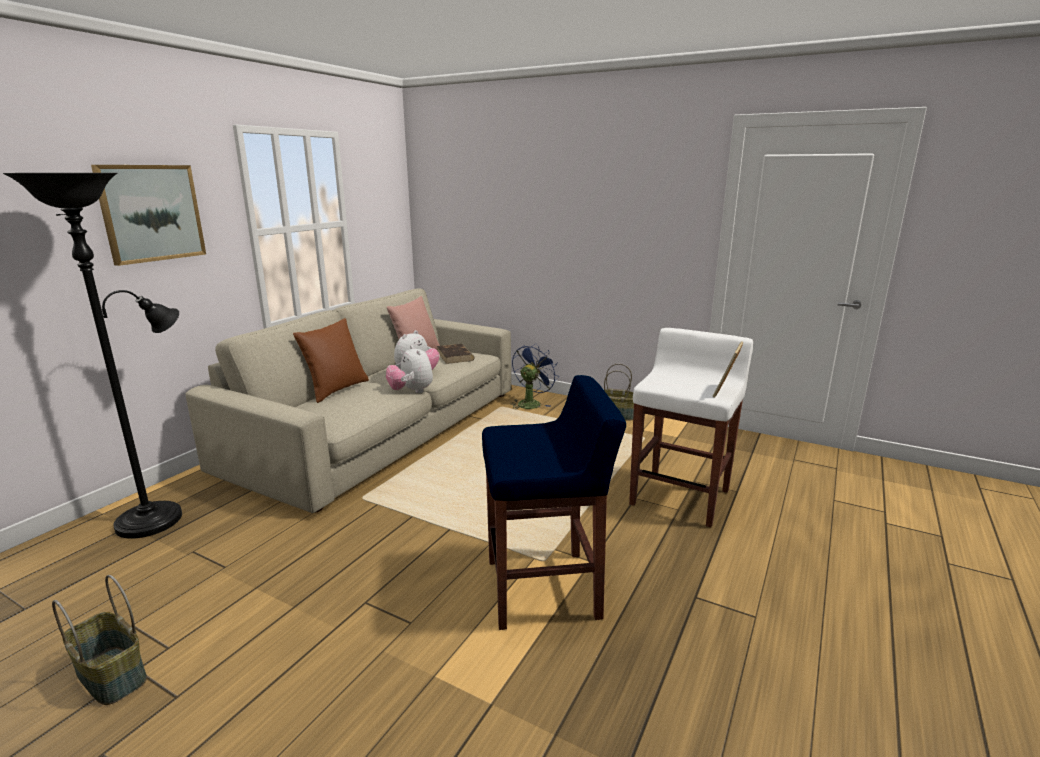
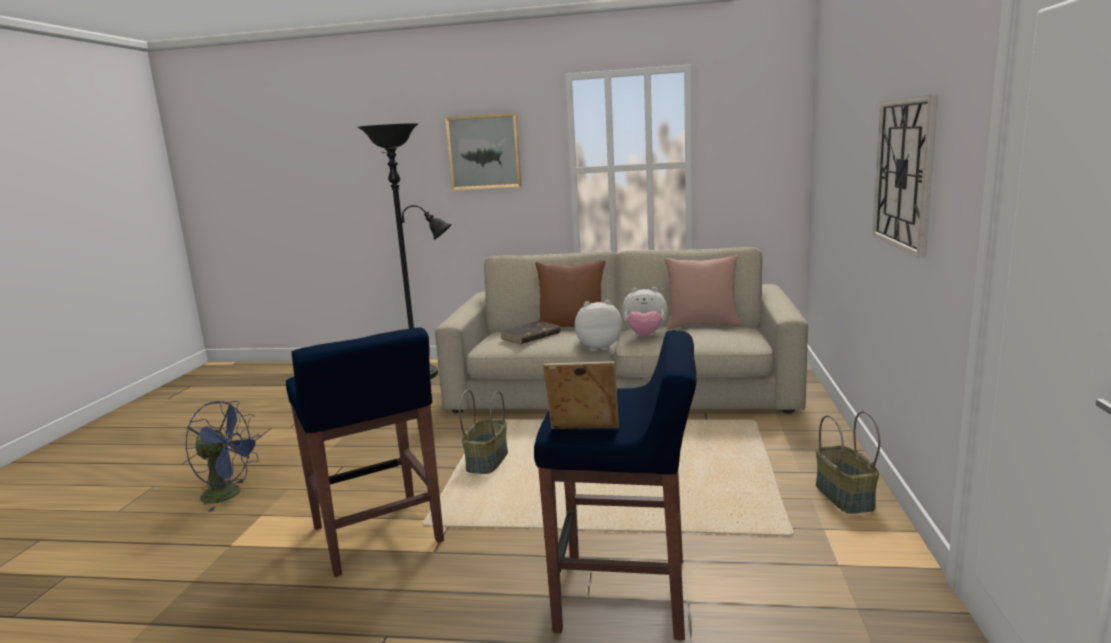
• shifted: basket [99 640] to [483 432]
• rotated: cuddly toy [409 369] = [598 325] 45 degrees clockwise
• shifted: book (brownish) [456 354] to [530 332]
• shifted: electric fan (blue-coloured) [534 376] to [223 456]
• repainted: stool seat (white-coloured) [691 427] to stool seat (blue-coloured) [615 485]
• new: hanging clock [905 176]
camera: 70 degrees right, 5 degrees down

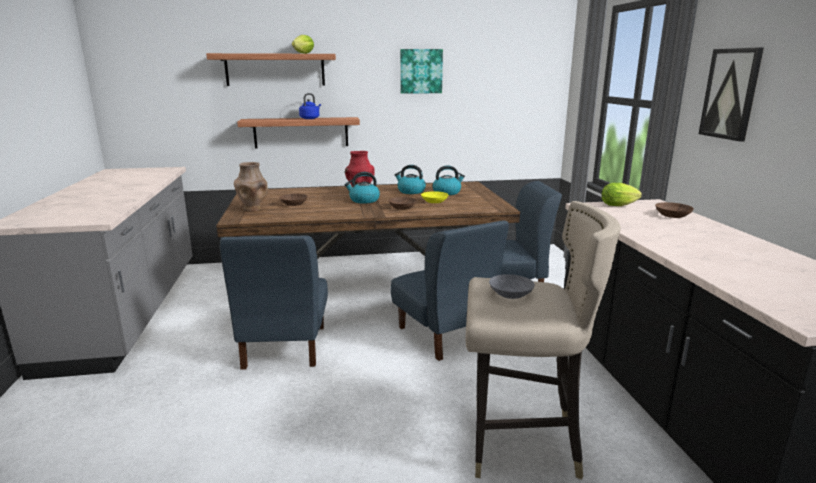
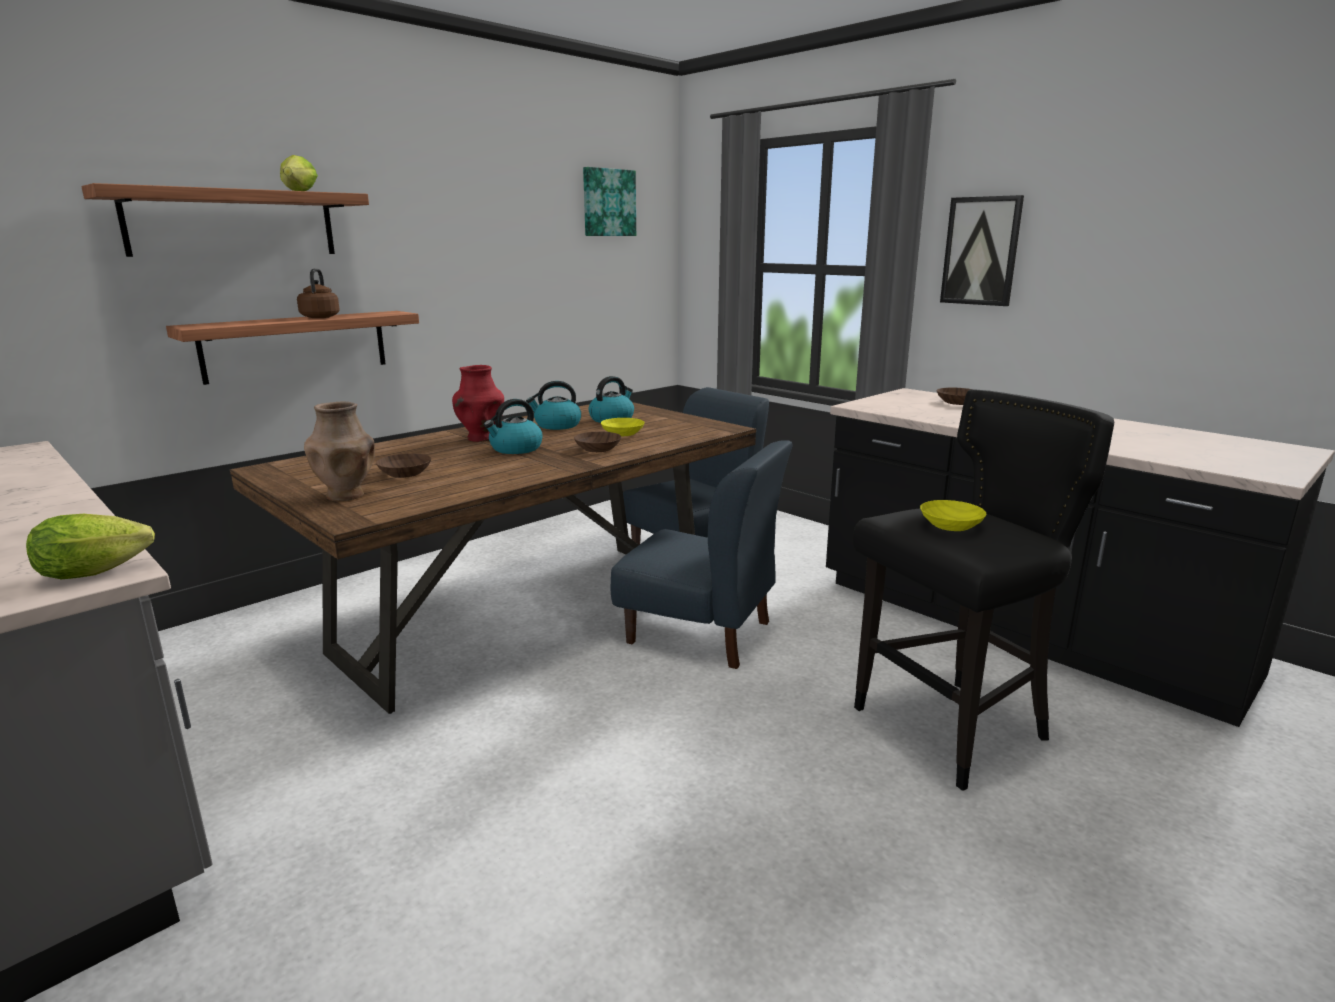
• gone: chair (blue-coloured) [274 303]
• repainted: water kettle (blue-coloured) [310 106] to water kettle (brownish) [318 293]
• shifted: wall picture [421 71] to [609 201]
• repainted: stool seat (sand-coloured) [543 340] to stool seat (black) [983 590]
• repainted: bowl (gray) [512 286] to bowl (yellow-coloured) [953 515]
• shifted: head of lettuce [622 194] to [90 546]
camera: 35 degrees left, 0 degrees up

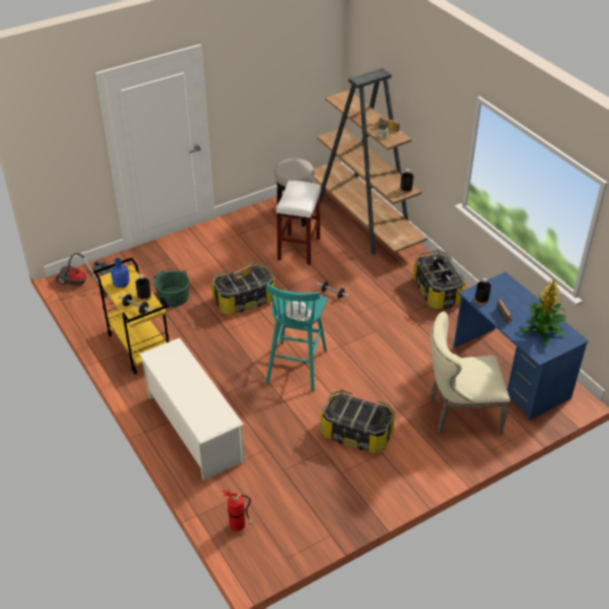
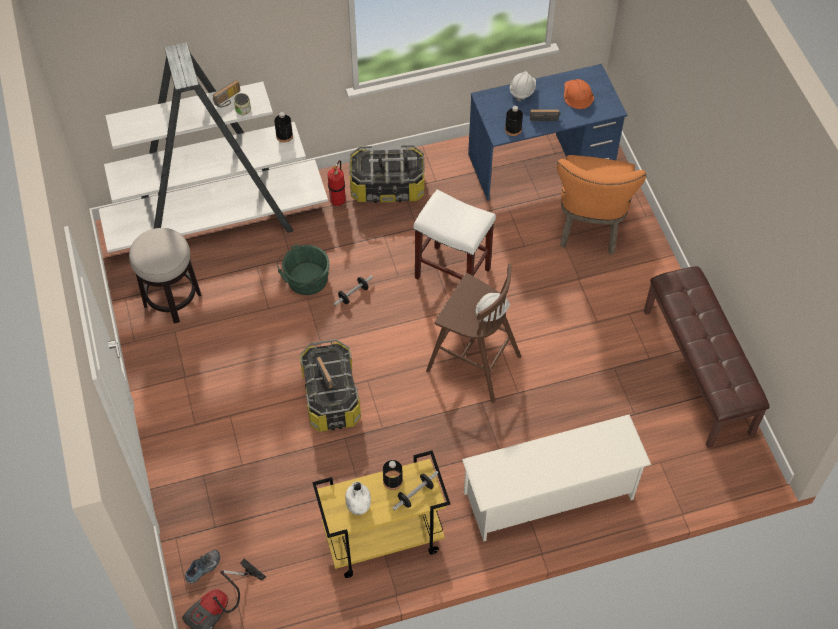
• repainted: beverage bottle (blue-coloured) [120 273] to beverage bottle (white-coloured) [358 498]
• shifted: water bucket (greenish) [170 288] to [303 269]
• shifted: fire-fighting cylinder [238 510] to [337 183]
• repainted: stool seat (blue-green) [297 338] to stool seat (brownish) [473 333]
• shifted: stool seat (white-coloured) [298 222] to [455 234]
• repainted: bookcase (brownish) [370 161] to bookcase (white-coloured) [213 147]
• gone: storage box [358 422]
• repainted: chair (sand-coloured) [470 373] to chair (orange) [601 205]
• swapped: plant in a pot [543 312] to safety helmet (orange) [579 94]
• new: safety helmet (white-coloured) [523 86]
• new: indoor bench (brownish) [707 357]
camera: 75 degrees left, 15 degrees up

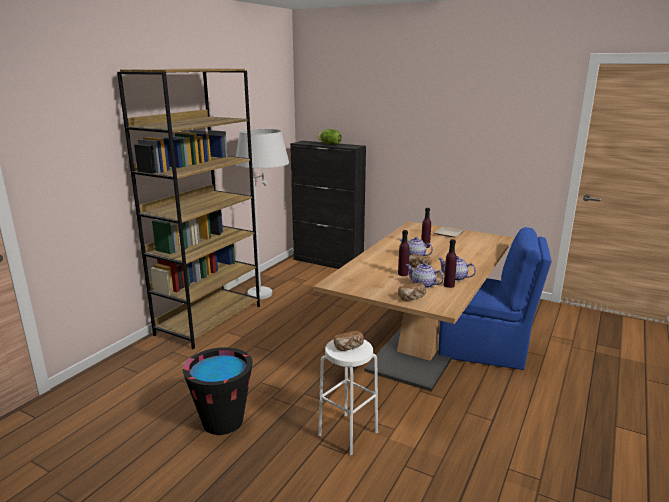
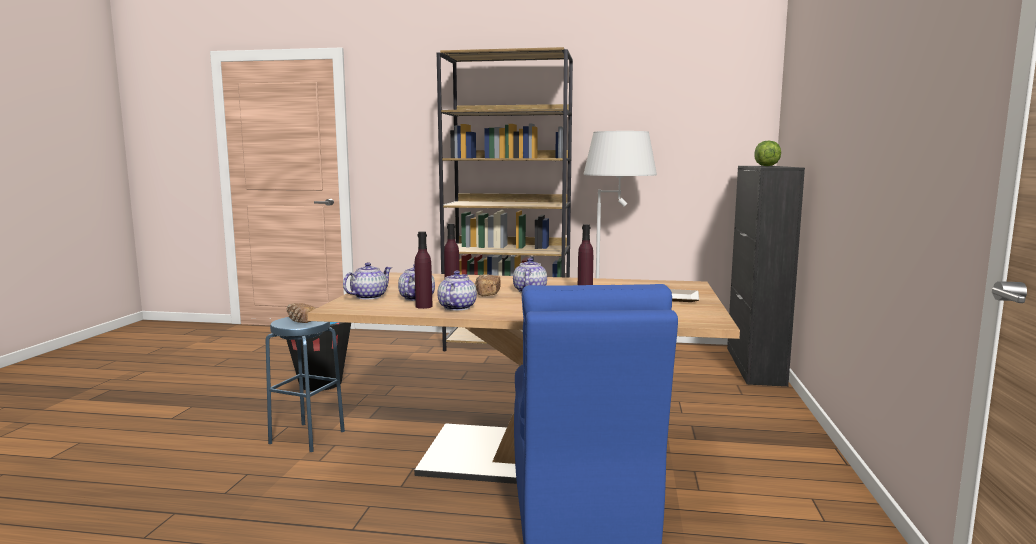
• repainted: stool seat (white-coloured) [348 397] to stool seat (blue-coloured) [305 384]
• swapped: baked bread [412 292] to pot for tea [367 281]
camera: 70 degrees right, 10 degrees down

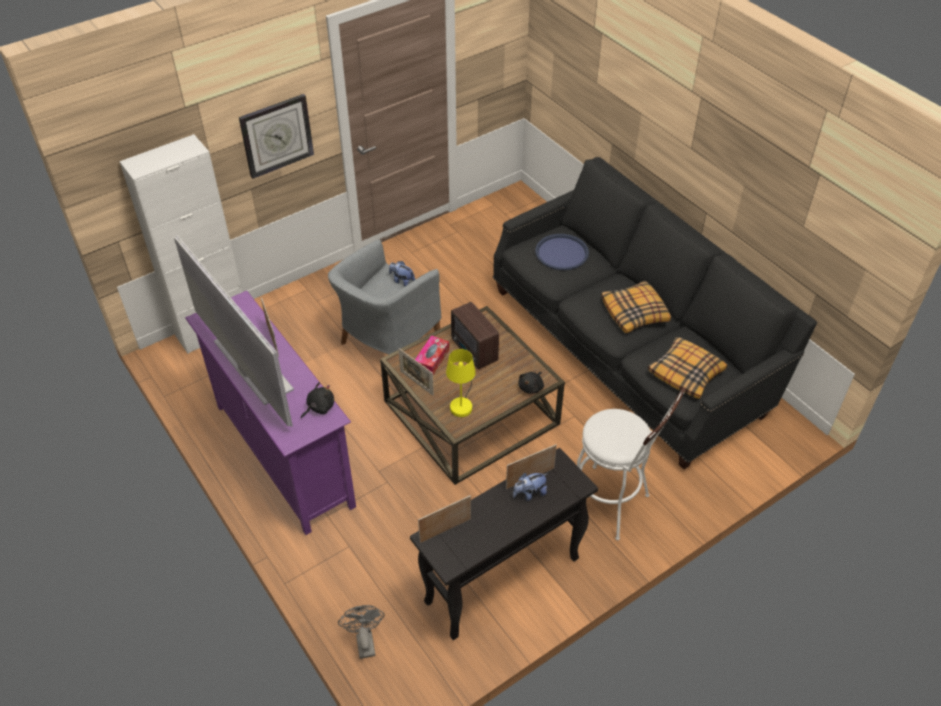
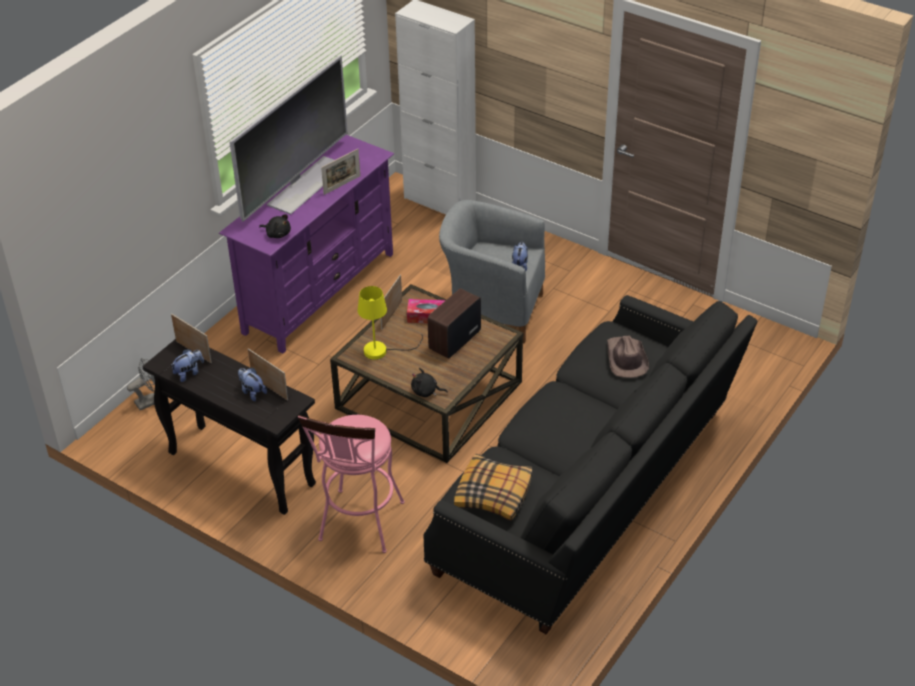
• gone: hanging clock [276 136]
• swapped: carrying tray (blue-coloured) [562 252] to clothing hat (brownish) [628 357]
• repainted: stool seat (white-coloured) [631 463] to stool seat (pinkish) [351 484]
• gone: cushion [636 307]
• new: cuddly toy [187 365]
camera: 70 degrees right, 5 degrees down

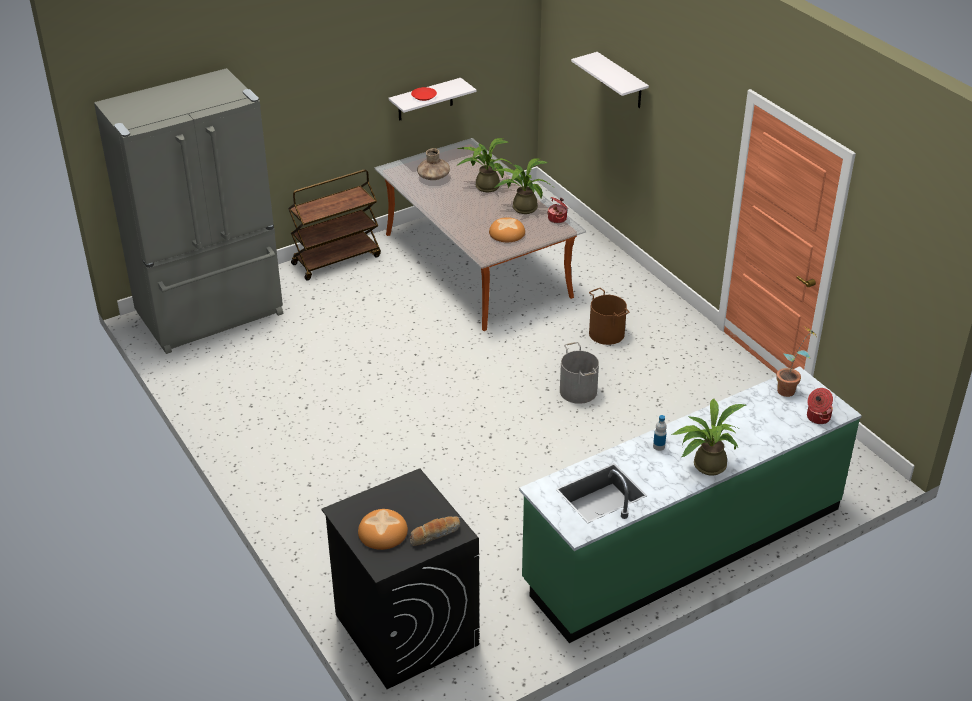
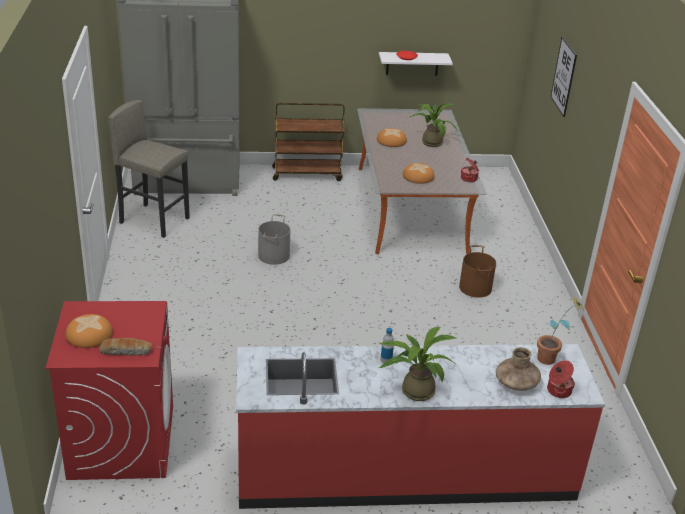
• repainted: washing machine (black) [400 578] to washing machine (red-coloured) [109 390]
• shifted: decorative vase (brownish) [433 164] to [518 369]
• gone: plant in a pot [523 186]
• repainted: kitchen counter (greenish) [690 504] to kitchen counter (red-coloured) [420 426]
• shifted: water bucket (gray) [579 373] to [274 239]
• swapped: wall shelf (white-coloured) [610 80] to wall picture [564 77]
• new: stool seat (gray) [149 169]
• new: baked bread [392 137]
camera: 25 degrees right, 5 degrees down

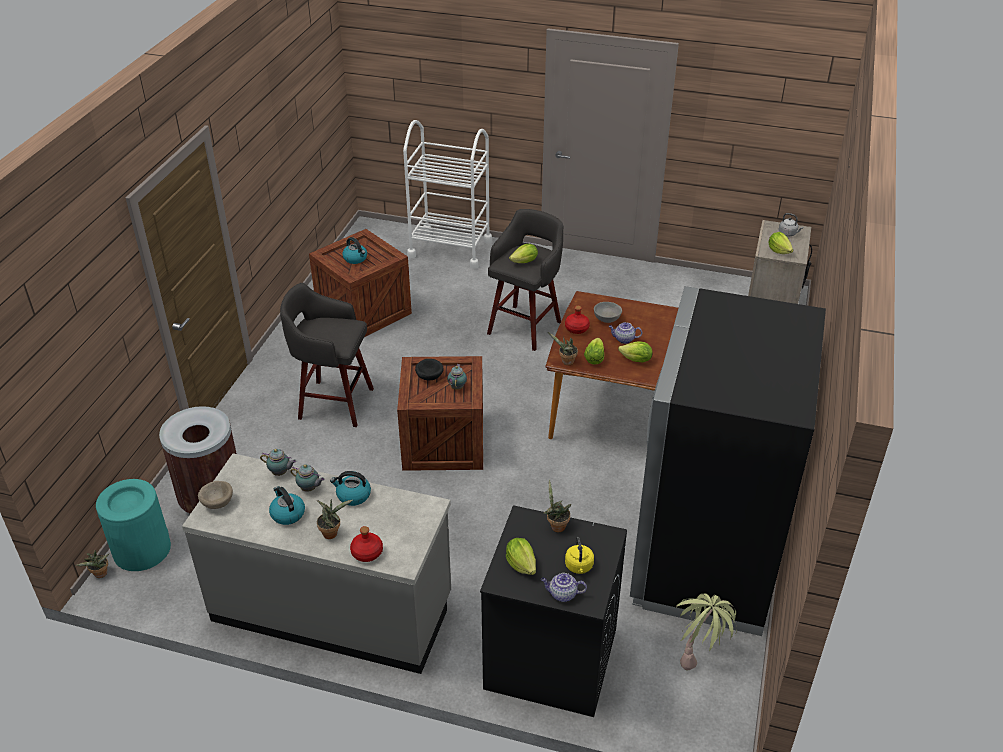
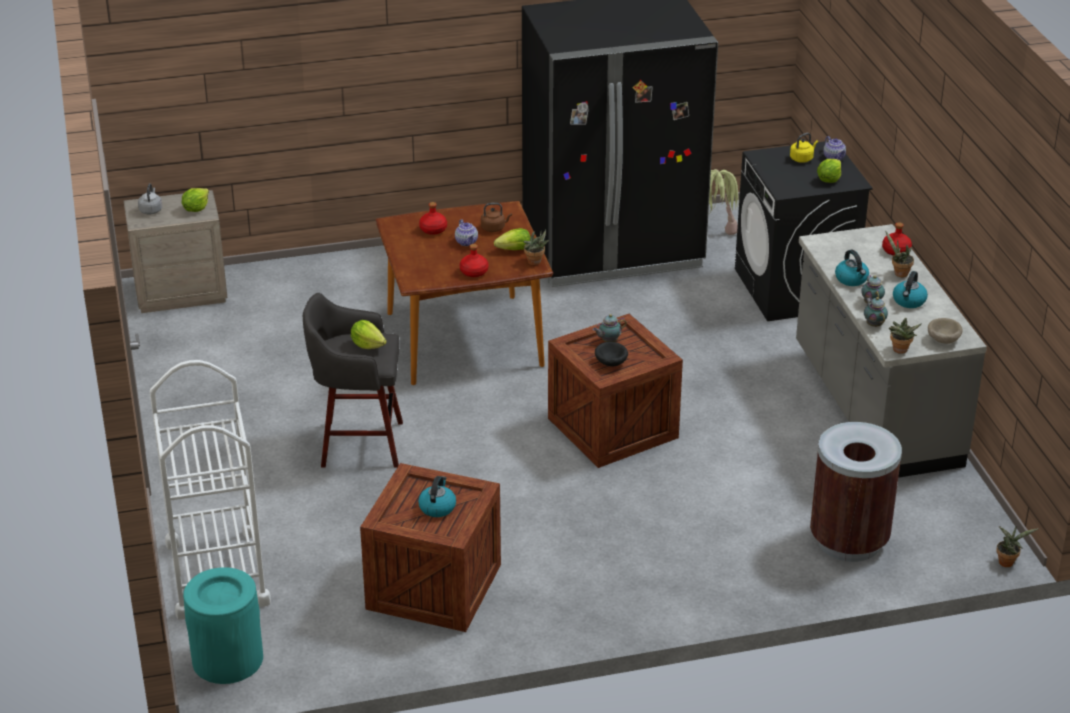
• shifted: trash can (blue-green) [133 525] to [223 625]
• gone: stool seat (gray) [327 355]
• shifted: plant in a pot [557 505] to [905 336]
• gone: bowl (gray) [608 312]
• swapped: head of lettuce [635 351] to water kettle (brownish) [496 217]
• new: beverage bottle (red-coloured) [433 218]
camera: 120 degrees left, 5 degrees down

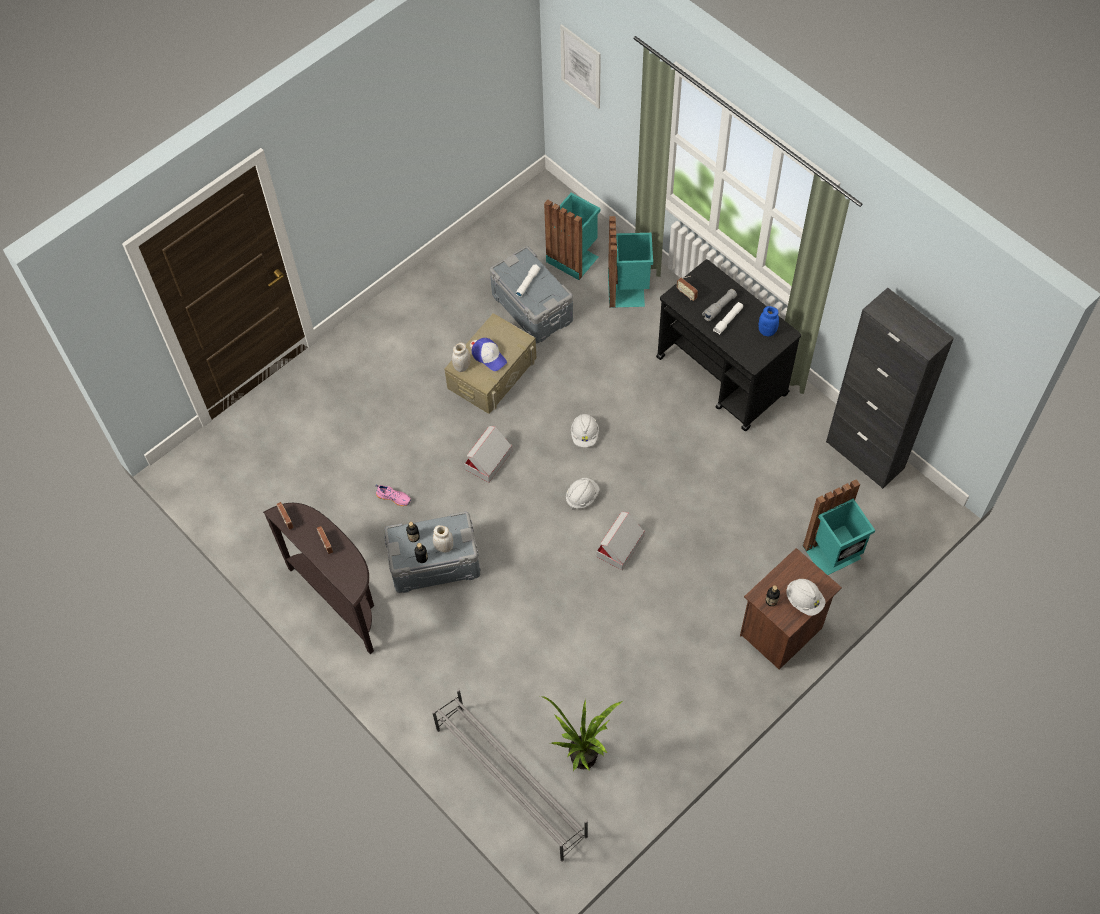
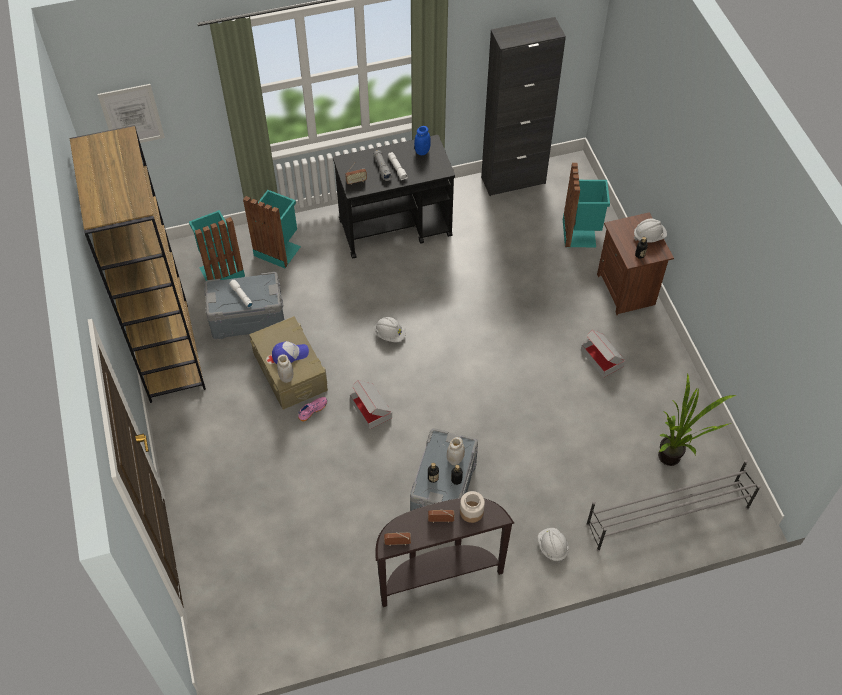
• shifted: item of footwear (pinkish) [393 495] to [312 409]
• shifted: safety helmet (white-coloured) [583 494] to [553 545]
• shifted: packing box [621 541] to [603 354]
• new: bookcase (brownish) [137 264]
• new: preserve jar [472 507]
camera: 65 degrees left, 5 degrees down

